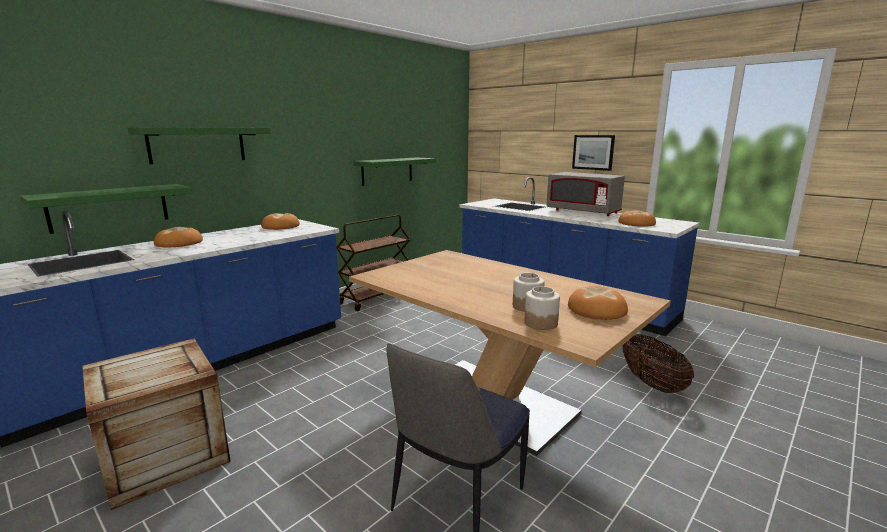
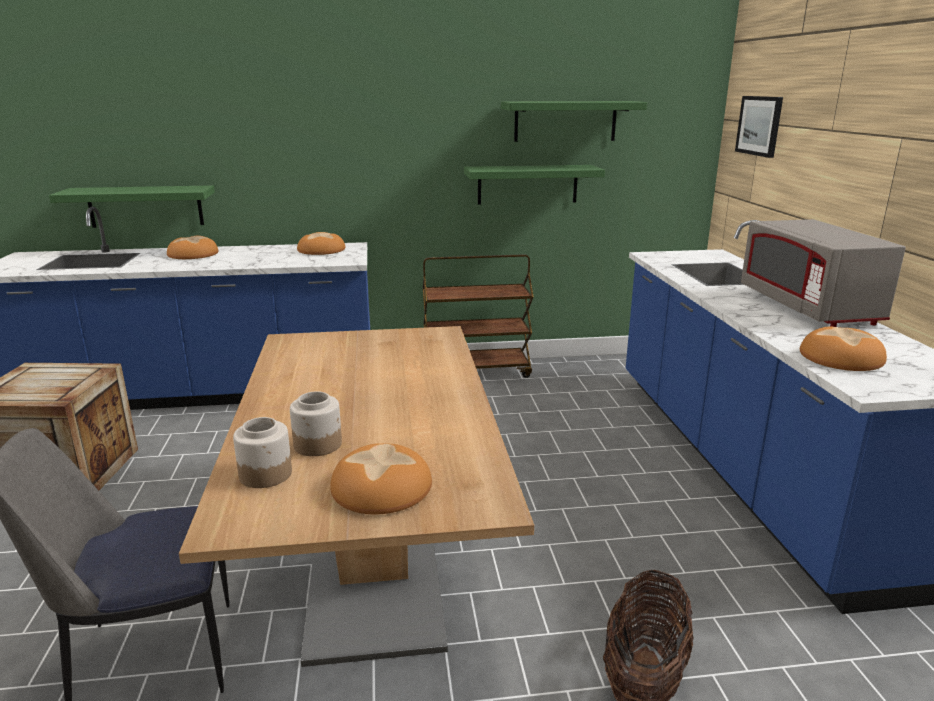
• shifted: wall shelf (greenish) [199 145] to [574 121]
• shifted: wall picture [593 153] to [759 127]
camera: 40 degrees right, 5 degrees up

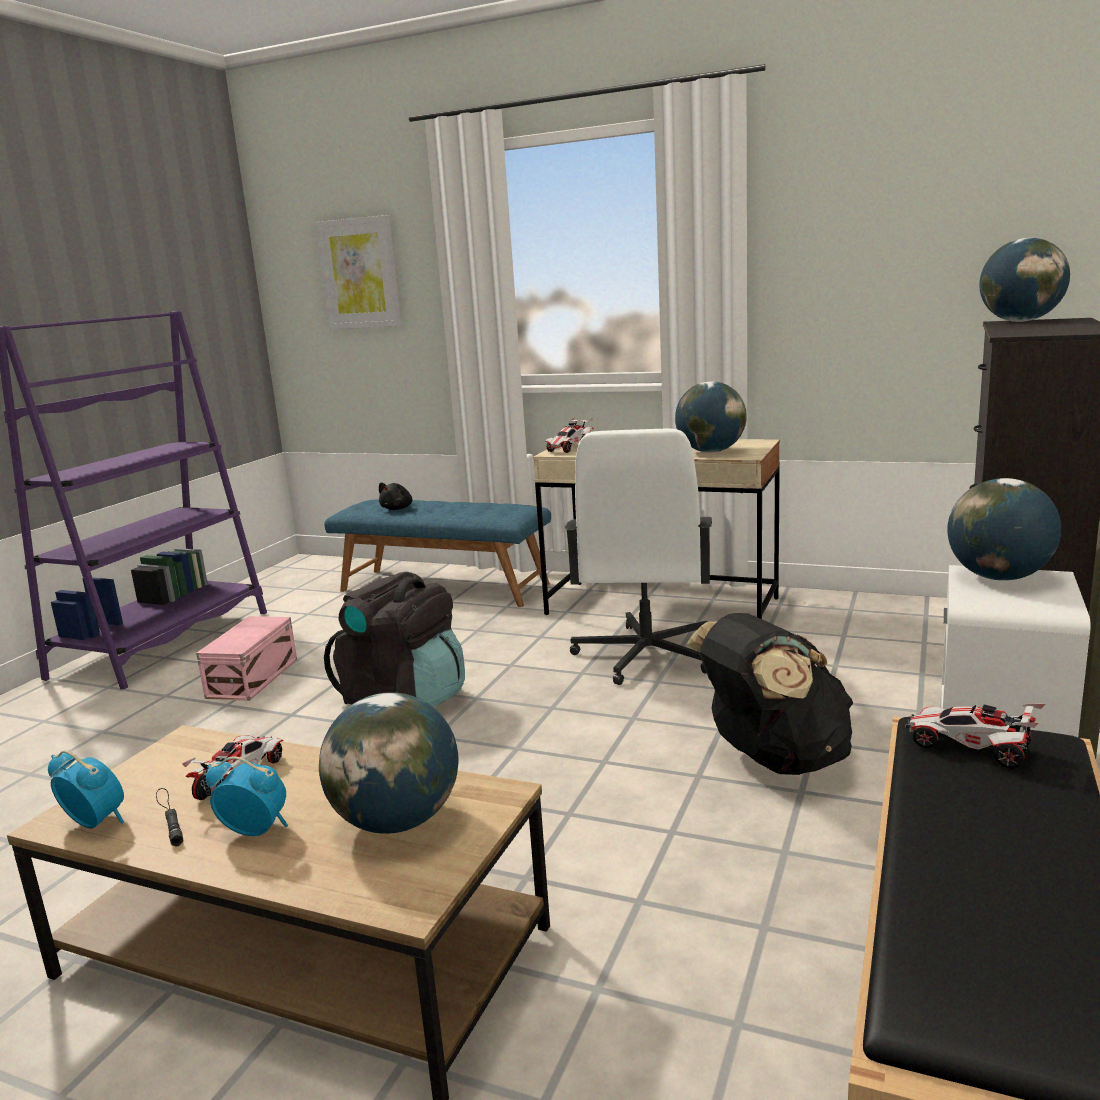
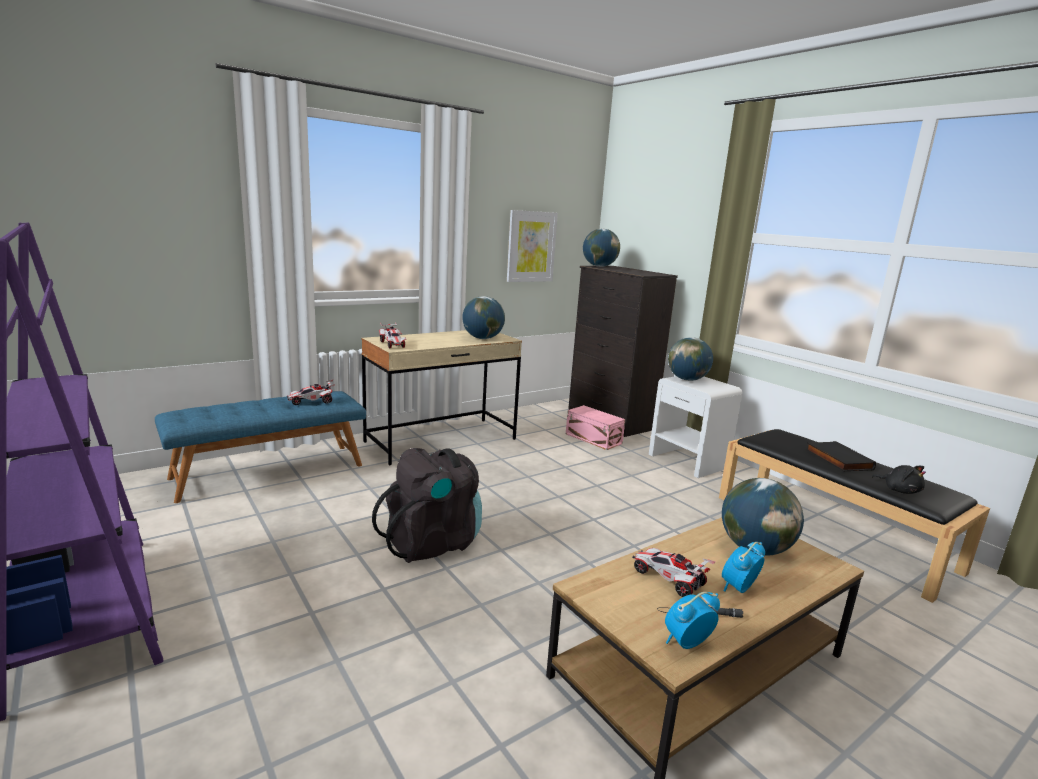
• shifted: storage box (pinkish) [246 658] to [595 427]
• shifted: wall picture [358 272] to [532 246]
• shifted: cuddly toy (black) [395 496] to [899 479]
• gone: desk chair (white-coloured) [638 557]
• gone: rucksack (black) [769 694]
• shifted: model car [975 736] to [311 392]
• new: book (black) [841 456]
camera: 60 degrees left, 0 degrees up

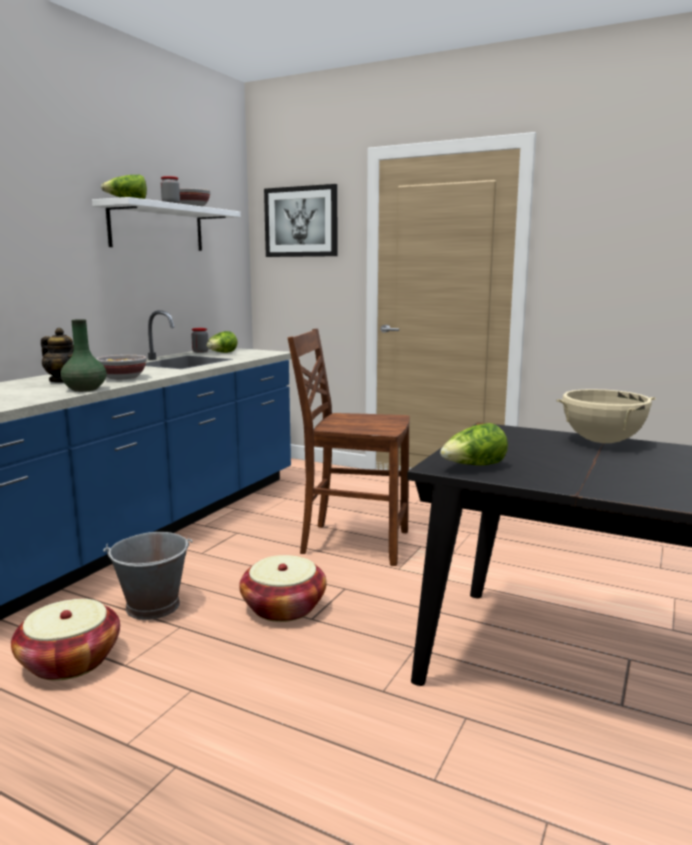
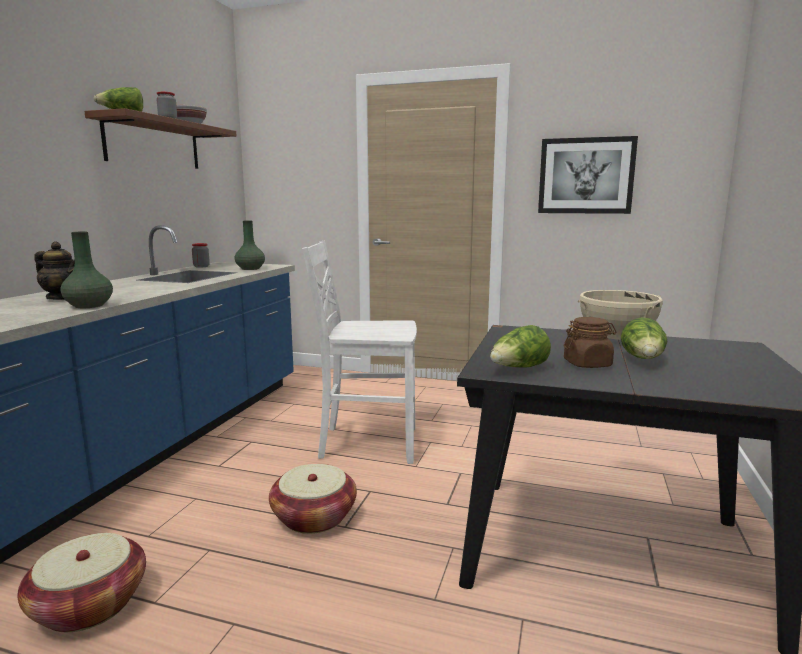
• repainted: wall shelf (white-coloured) [166 224] to wall shelf (brownish) [160 138]
• gone: bowl [121 367]
• gone: water bucket (gray) [148 576]
• shifted: head of lettuce [221 342] to [644 338]
• shifted: wall picture [300 220] to [588 175]
• repainted: chair (brownish) [349 447] to chair (white-coloured) [359 352]
• new: decorative vase (greenish) [250 245]
• new: preserve jar (brownish) [590 342]
camera: 10 degrees left, 0 degrees up

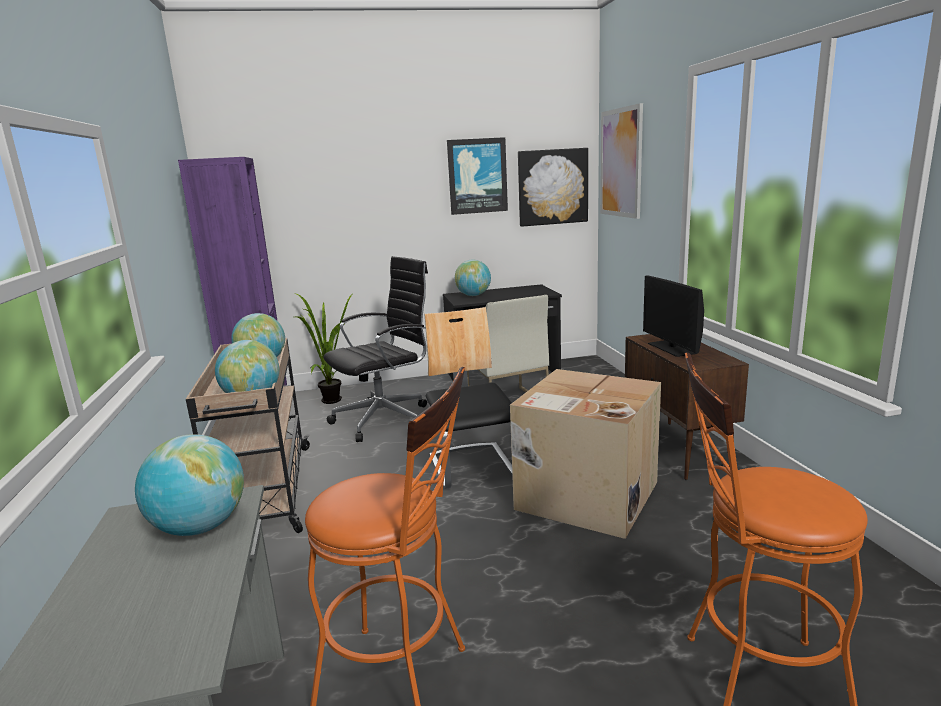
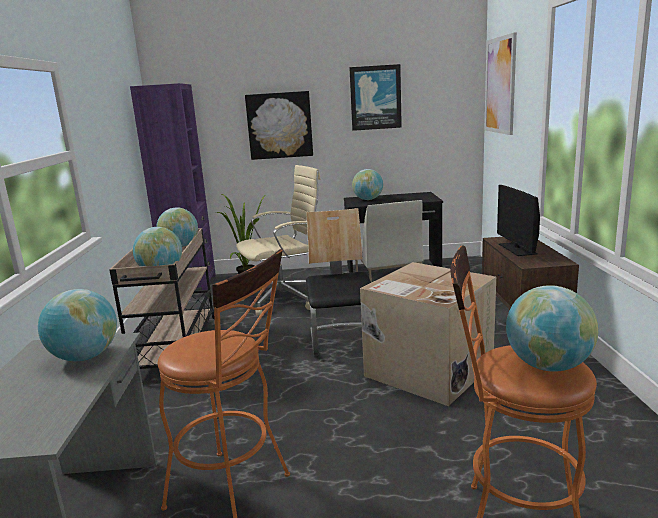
• repainted: desk chair (black) [375 349] to desk chair (sand-coloured) [278 240]
• shifted: wall picture [553 187] to [279 125]
• new: world globe [552 328]
camera: 10 degrees right, 0 degrees up

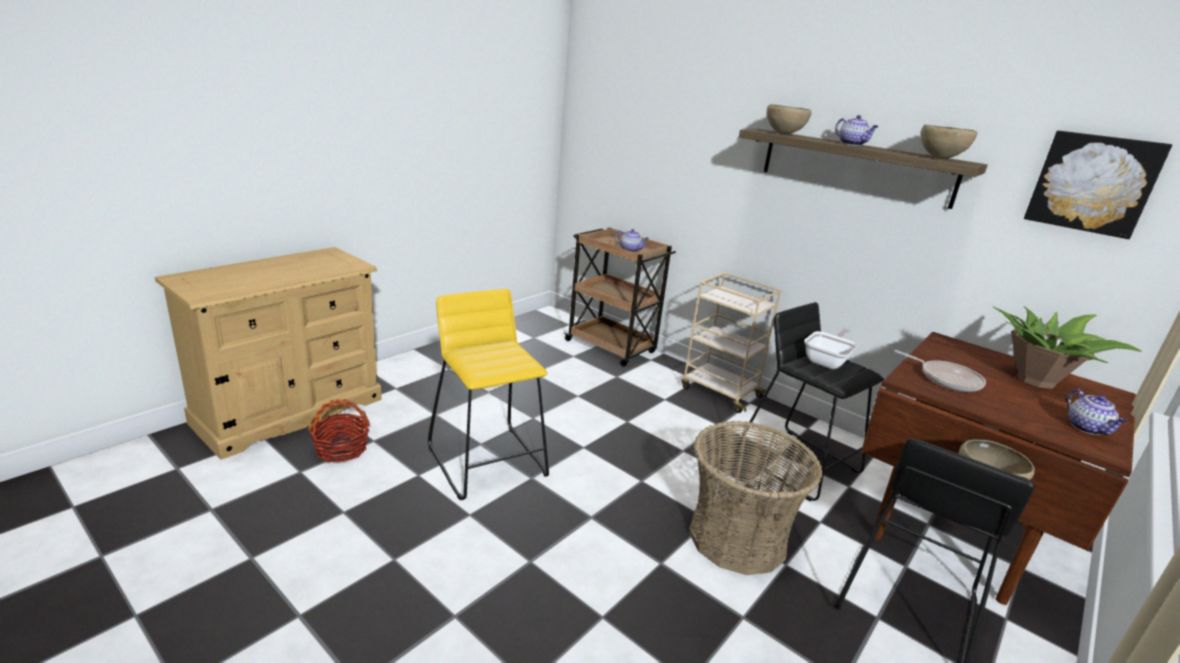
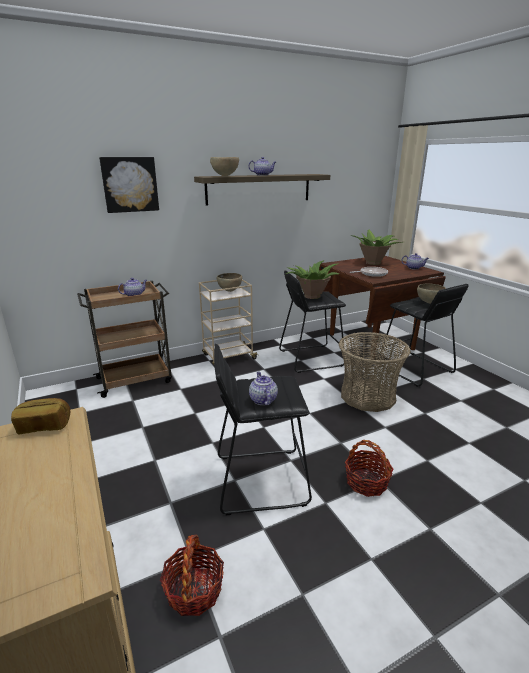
• repainted: stool seat (yellow-coloured) [488 394] to stool seat (black) [263 429]
• swapped: pan [831 348] to plant in a pot [312 279]
• shifted: bowl (brownish) [949 141] to [229 282]
• shifted: wall picture [1098 185] to [129 185]
• new: baked bread [40 416]
• new: pot for tea [263 388]
• new: basket [369 468]
camera: 65 degrees left, 0 degrees up

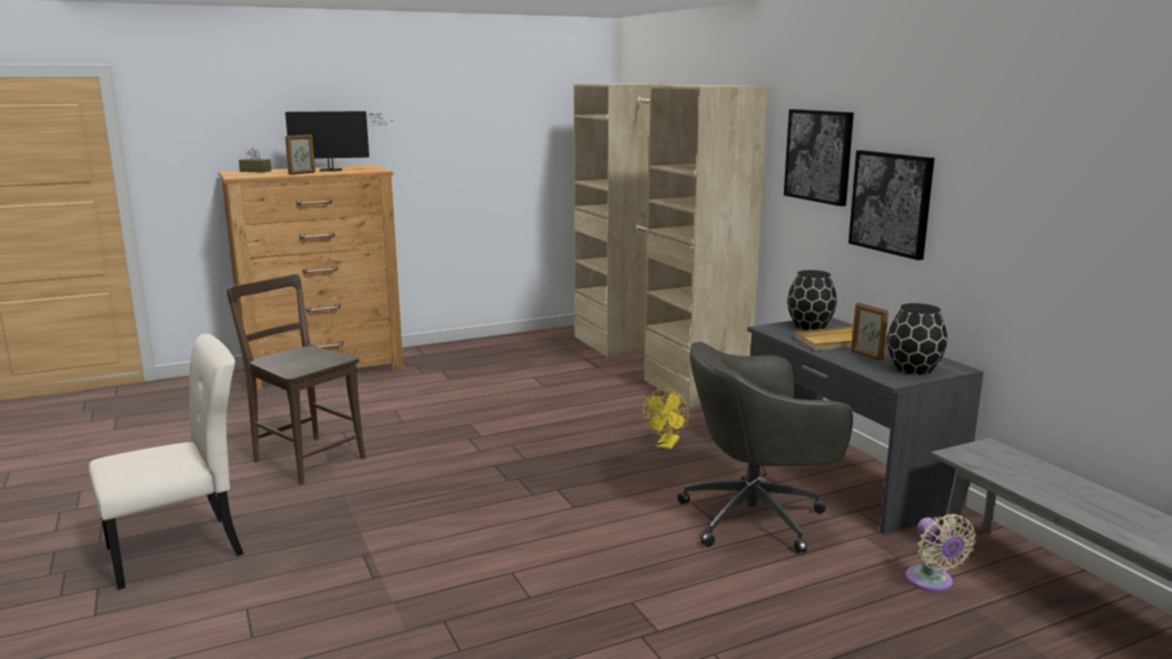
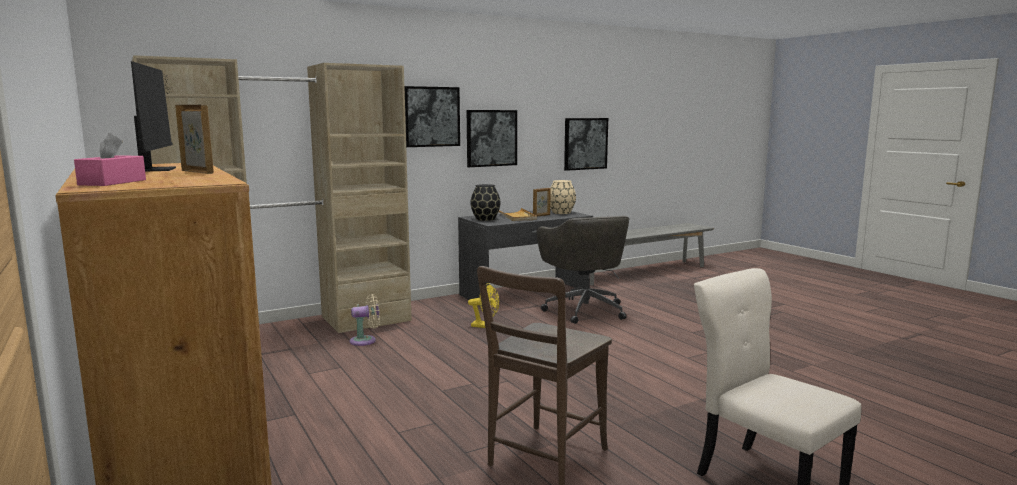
• repainted: tissue holder (brownish) [255 160] to tissue holder (pinkish) [110 159]
• repainted: decorative vase (black) [917 339] to decorative vase (sand-coloured) [563 197]
• shifted: electric fan (sand-coloured) [941 553] to [365 320]
• new: wall picture [586 144]
camera: 95 degrees left, 5 degrees down

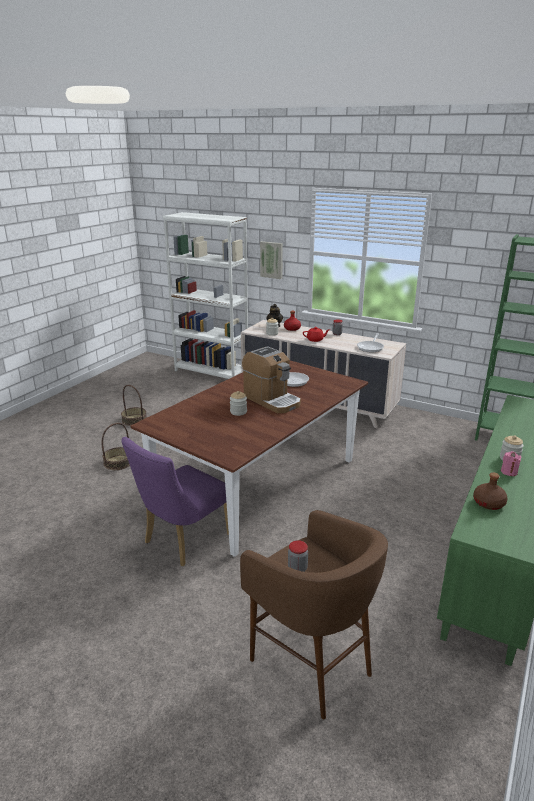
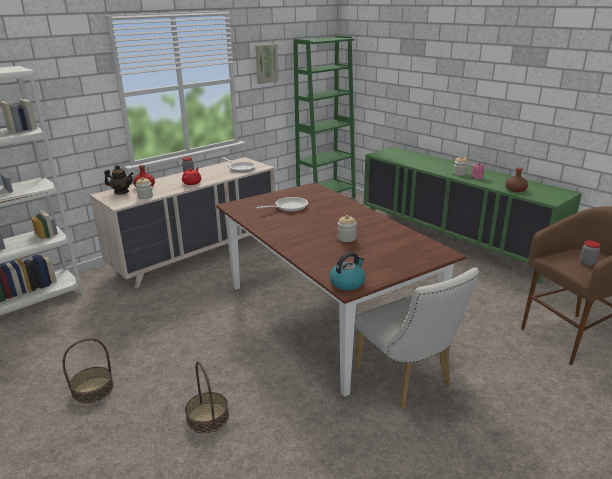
• repainted: chair (purple-coloured) [175 501] to chair (white-coloured) [417 337]
• gone: coffee brewer [271 379]
• shifted: wall picture [271 260] to [267 64]
• new: water kettle [347 271]
camera: 70 degrees left, 0 degrees up

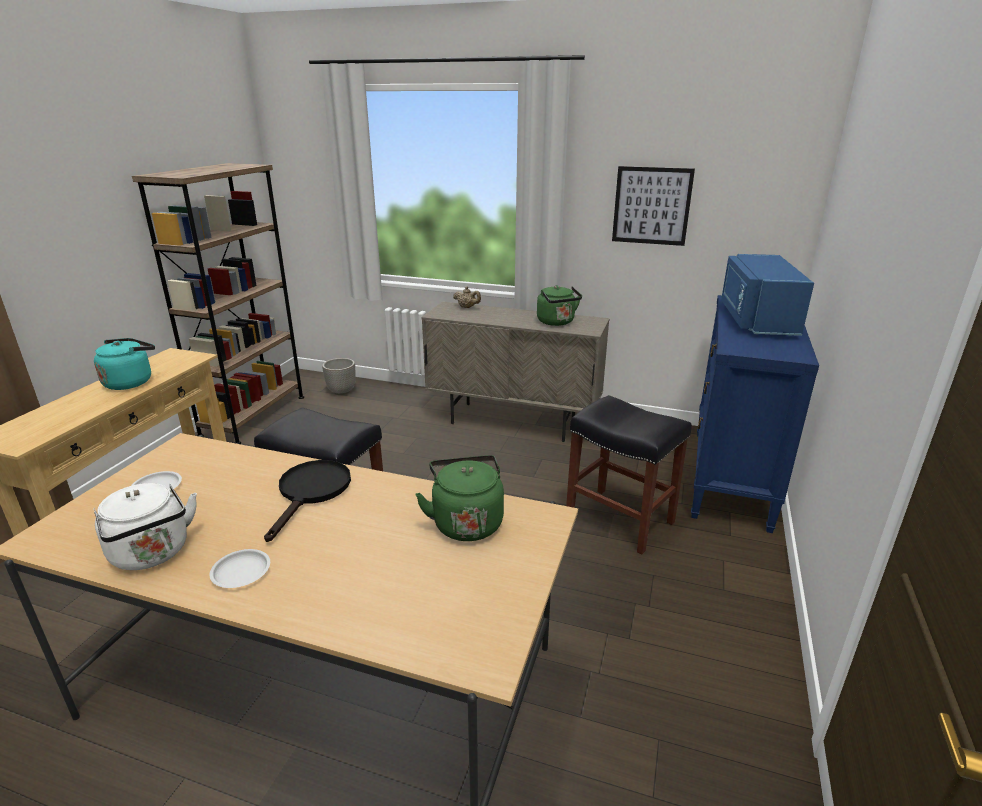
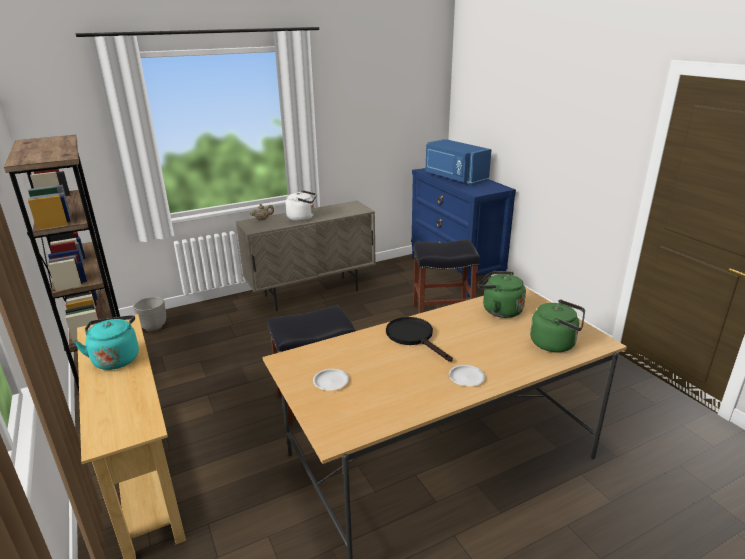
• shifted: water kettle (white-coloured) [145 526] to [301 205]
• shifted: water kettle (greenish) [559 305] to [557 325]
• gone: wall picture [653 206]
camera: 45 degrees left, 0 degrees up

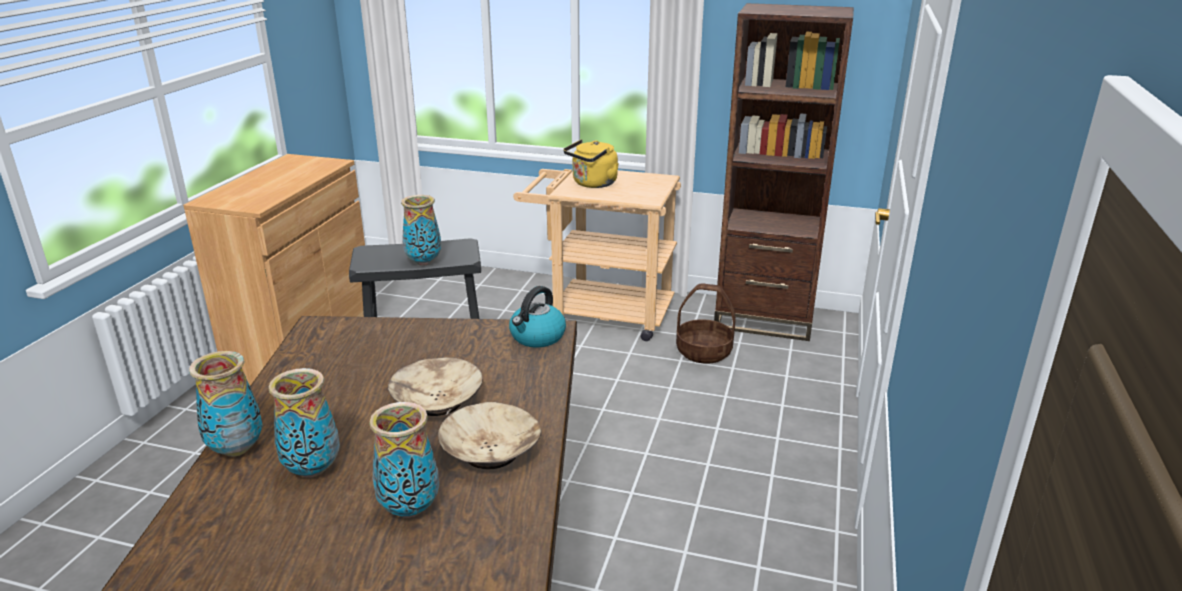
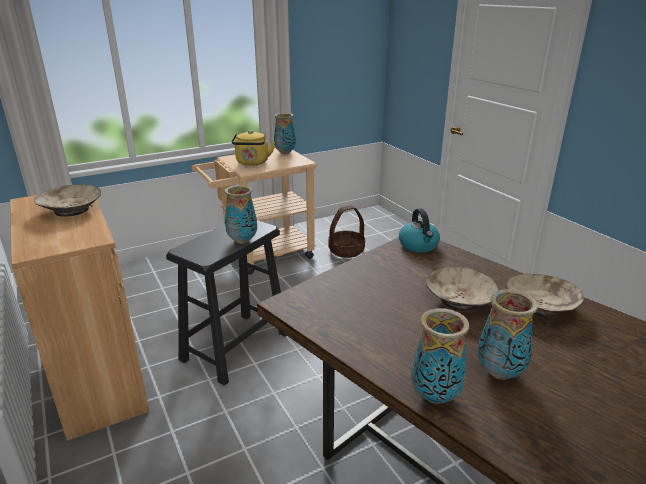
• shifted: decorative vase [404 460] to [285 133]
• gone: bookcase (brownish) [784 172]
• new: bowl (sand-coloured) [67 200]
camera: 45 degrees left, 0 degrees up

